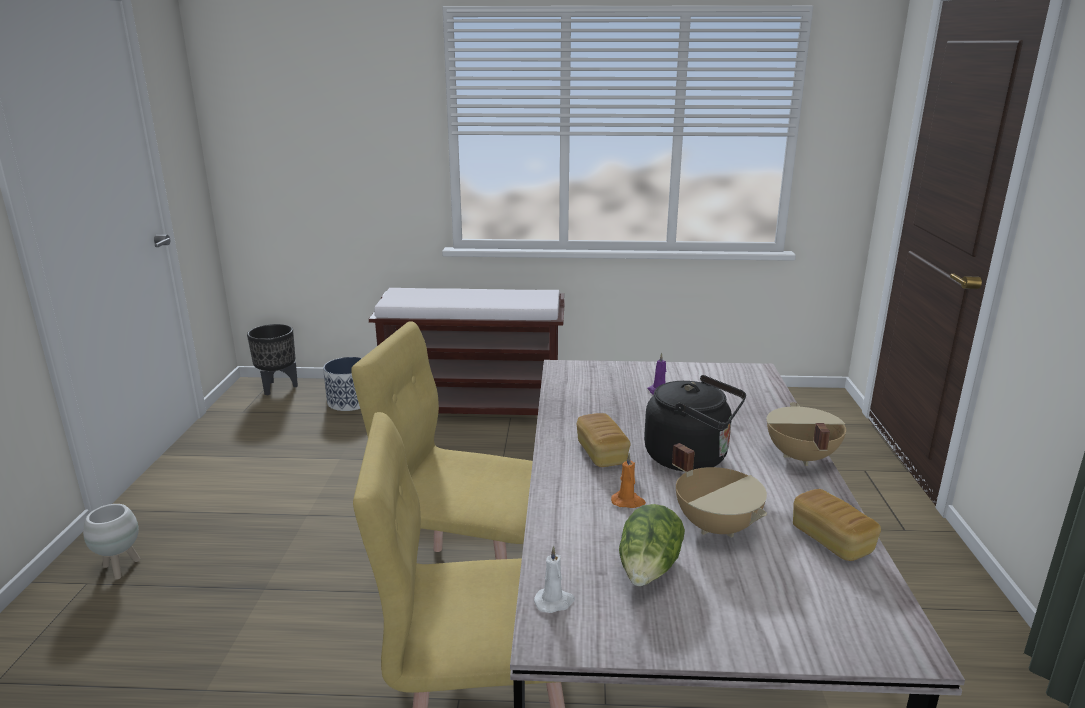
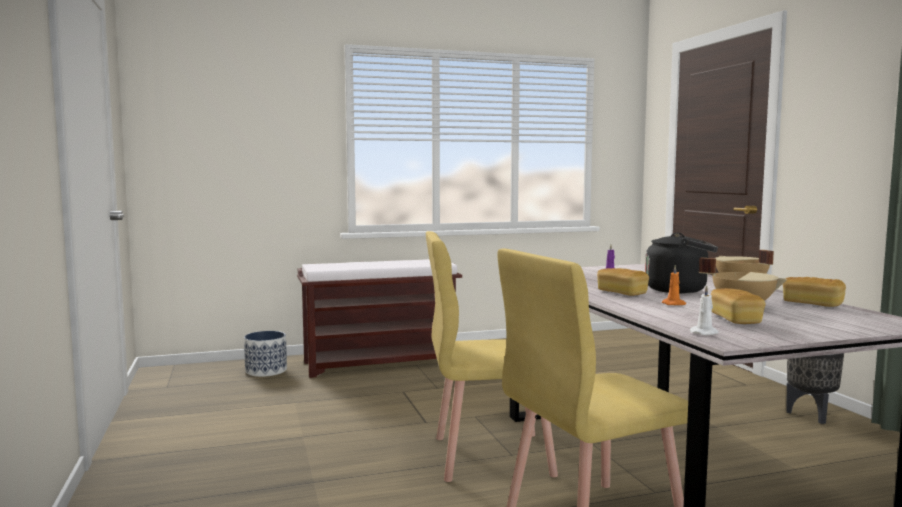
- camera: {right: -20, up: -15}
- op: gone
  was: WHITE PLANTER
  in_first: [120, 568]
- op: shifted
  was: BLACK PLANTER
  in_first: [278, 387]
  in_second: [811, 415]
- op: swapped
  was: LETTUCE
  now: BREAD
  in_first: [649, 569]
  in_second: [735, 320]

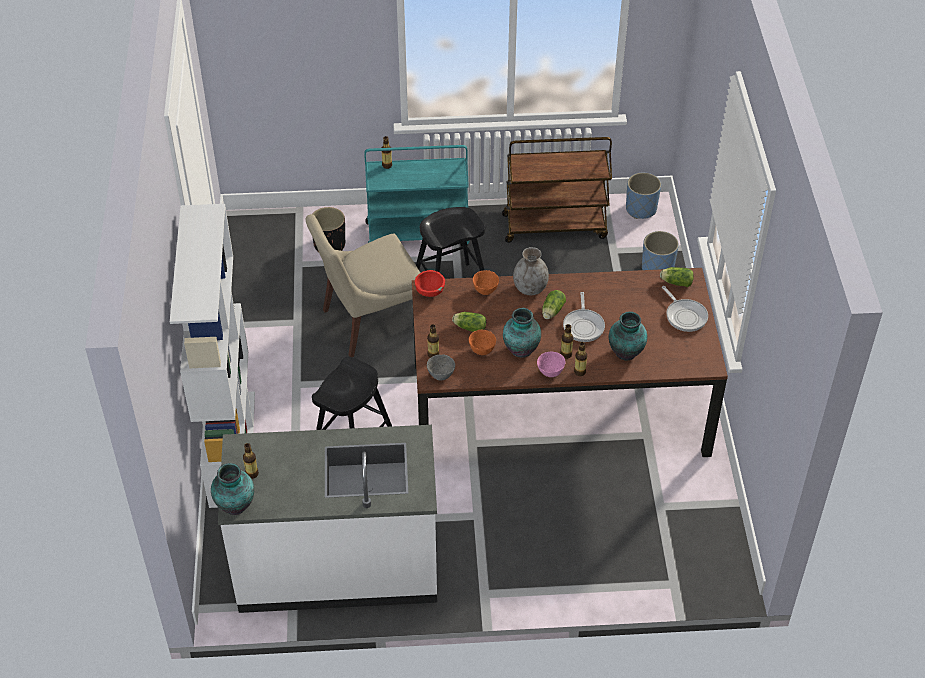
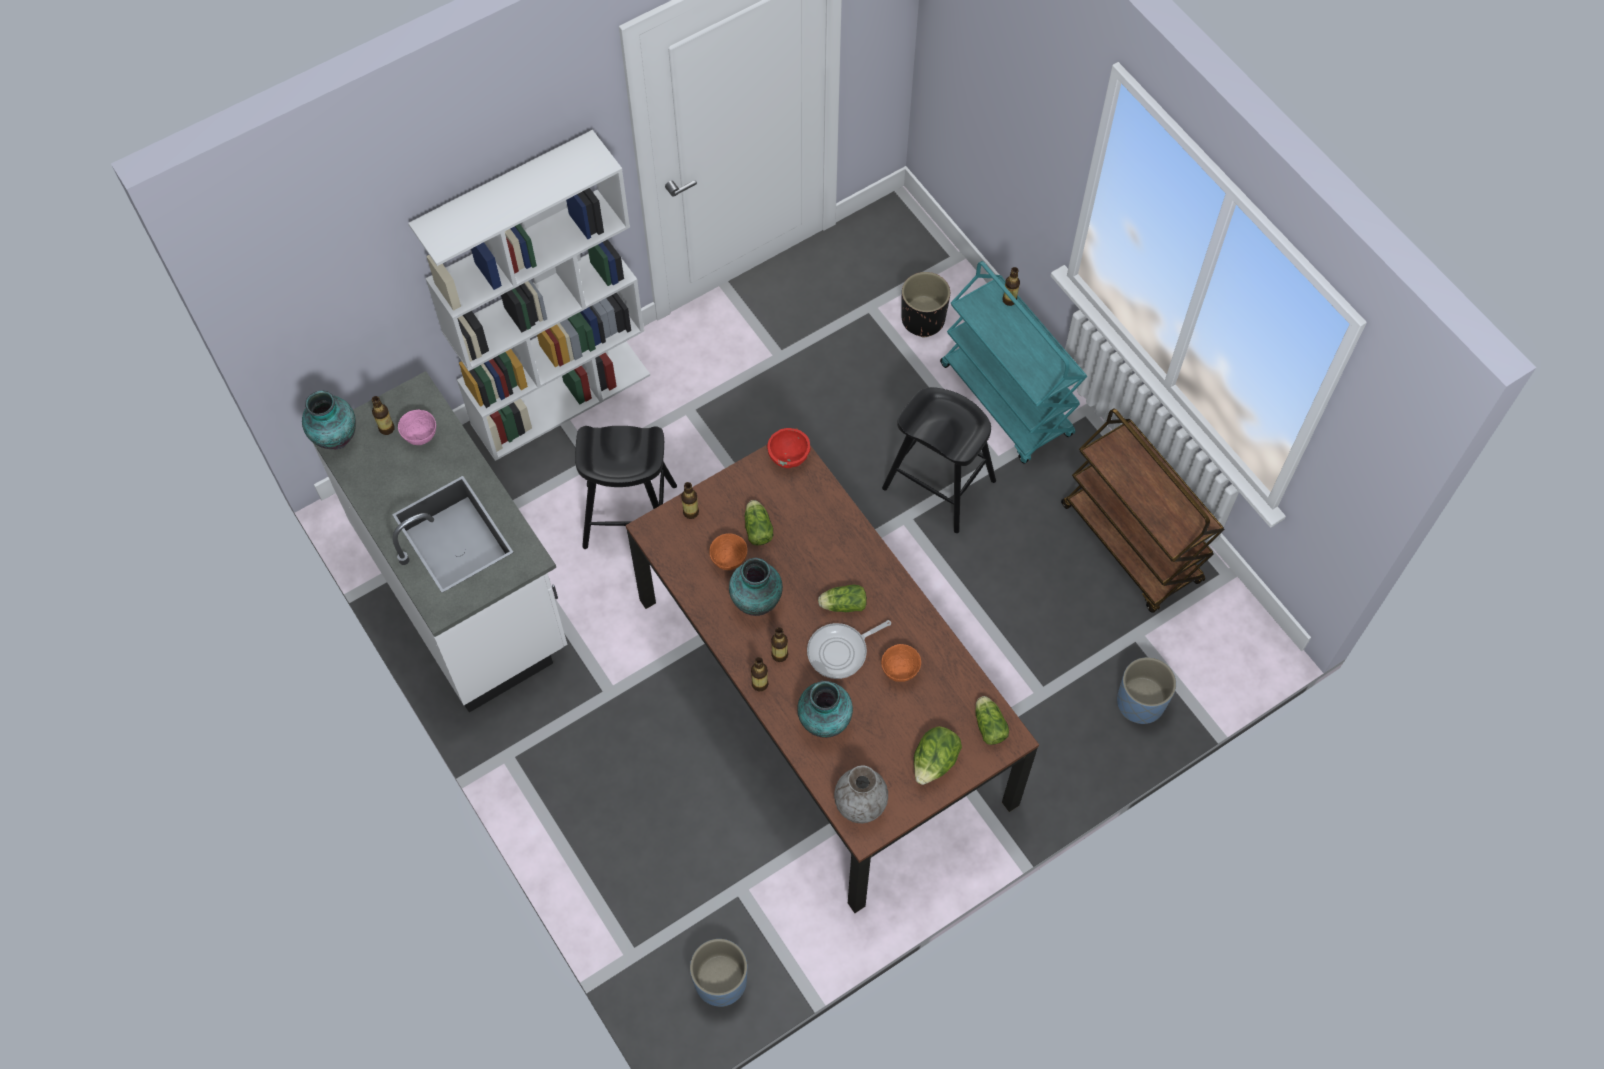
- camera: {right: 60, up: 15}
- op: gone
  was: BEIGE CHAIR
  in_first: [369, 322]
- op: gone
  was: GREY BOWL
  in_first: [441, 376]
- op: shifted
  was: ORANGE BOWL
  in_first: [485, 291]
  in_second: [899, 670]
- op: shifted
  was: GREY VASE
  in_first: [530, 288]
  in_second: [860, 805]
- op: shifted
  was: PINK BOWL
  in_first: [551, 373]
  in_second: [420, 437]
- op: shifted
  was: BLUE PLANTER
  in_first: [641, 209]
  in_second: [721, 981]
- op: swapped
  was: FRYING PAN
  now: LETTUCE
  in_first: [685, 315]
  in_second: [934, 762]

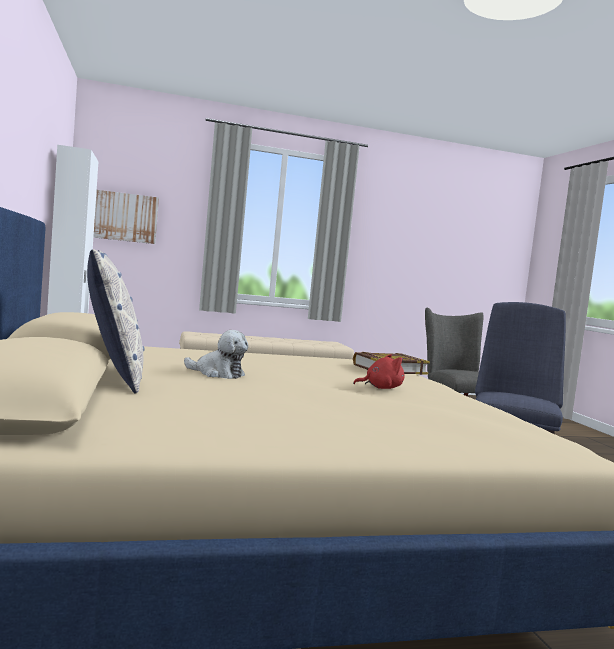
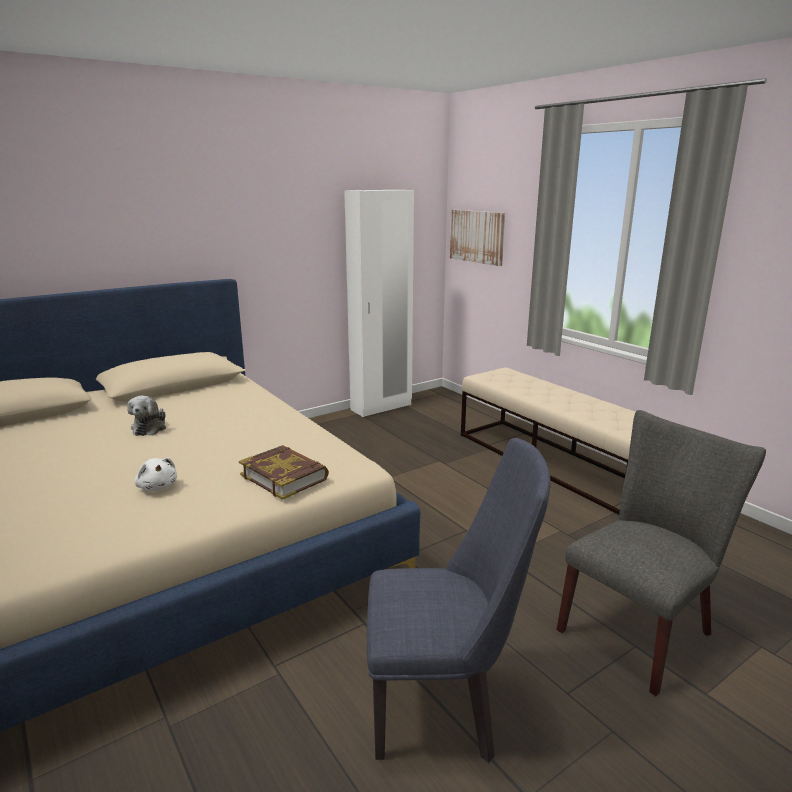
- camera: {right: 70, up: 15}
- op: gone
  was: PILLOW
  in_first: [112, 378]
- op: repainted
  was: RED PLUSH TOY
  now: WHITE PLUSH TOY
  in_first: [381, 388]
  in_second: [157, 487]

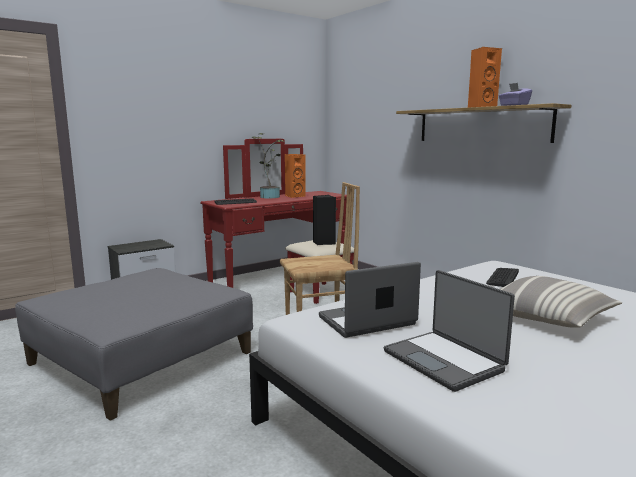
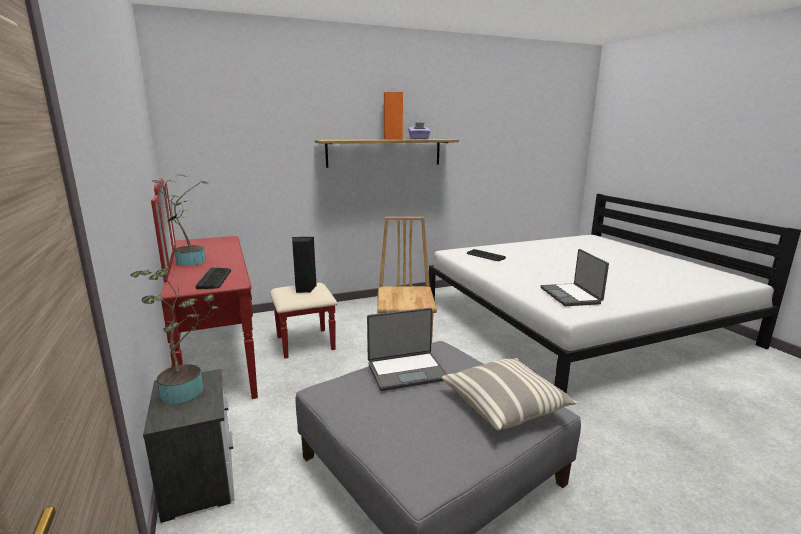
- camera: {right: -75, up: 5}
- op: gone
  was: ORANGE SPEAKER
  in_first: [294, 196]
- op: shifted
  was: LAPTOP
  in_first: [444, 360]
  in_second: [407, 371]
- op: shifted
  was: PILLOW
  in_first: [549, 318]
  in_second: [505, 405]
- op: new
  now: POTTED PLANT
  in_second: [187, 390]

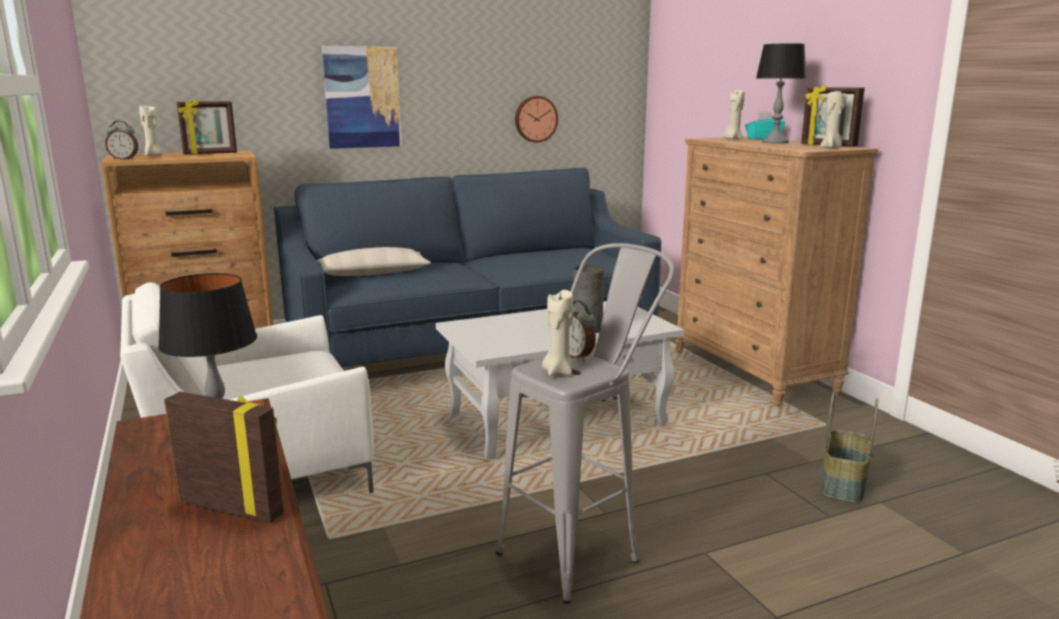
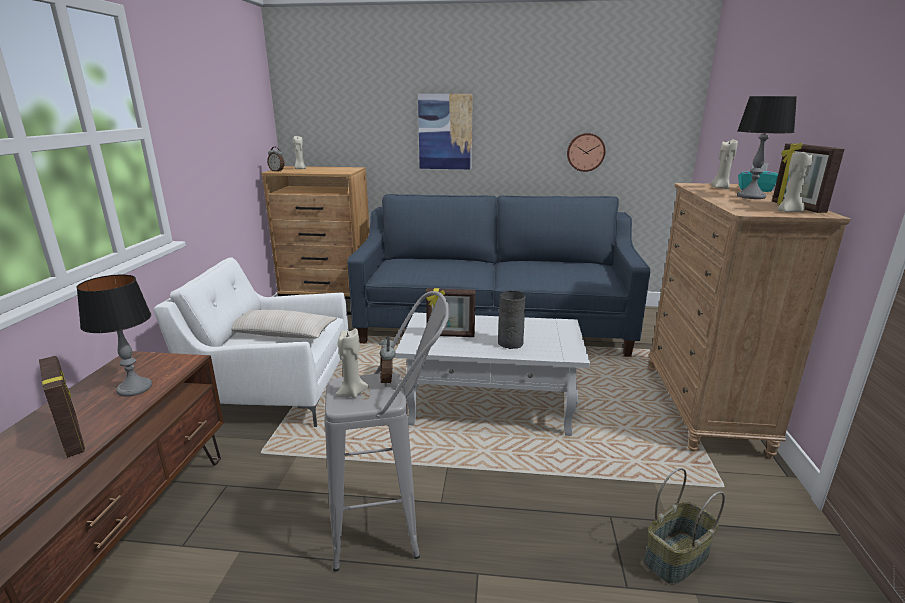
- camera: {right: 30, up: 5}
- op: shifted
  was: PICTURE FRAME
  in_first: [210, 154]
  in_second: [450, 335]
- op: shifted
  was: BEIGE PILLOW
  in_first: [373, 274]
  in_second: [282, 334]

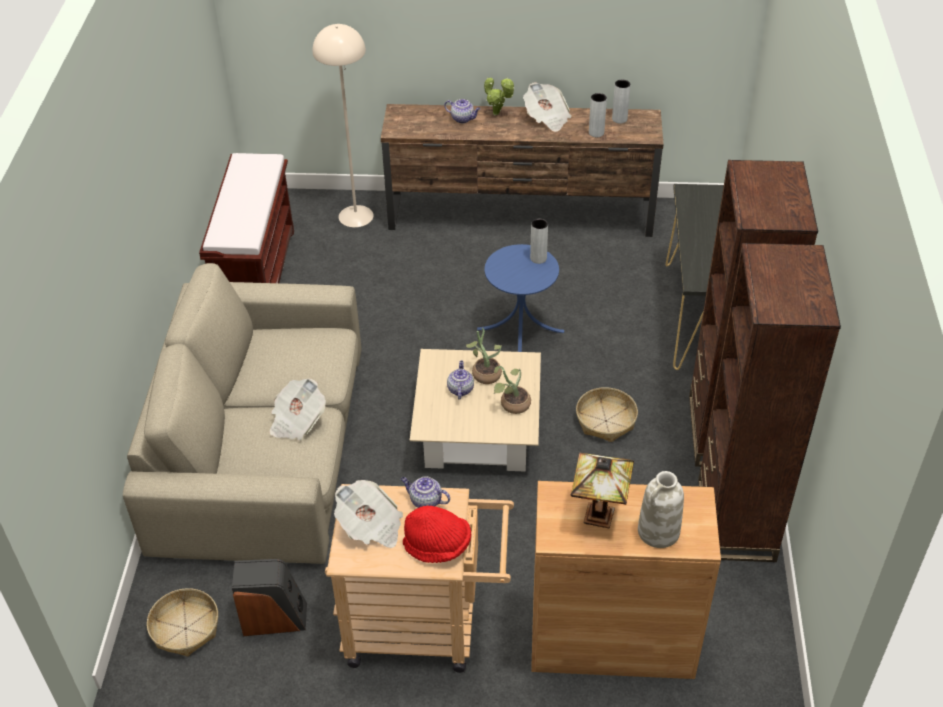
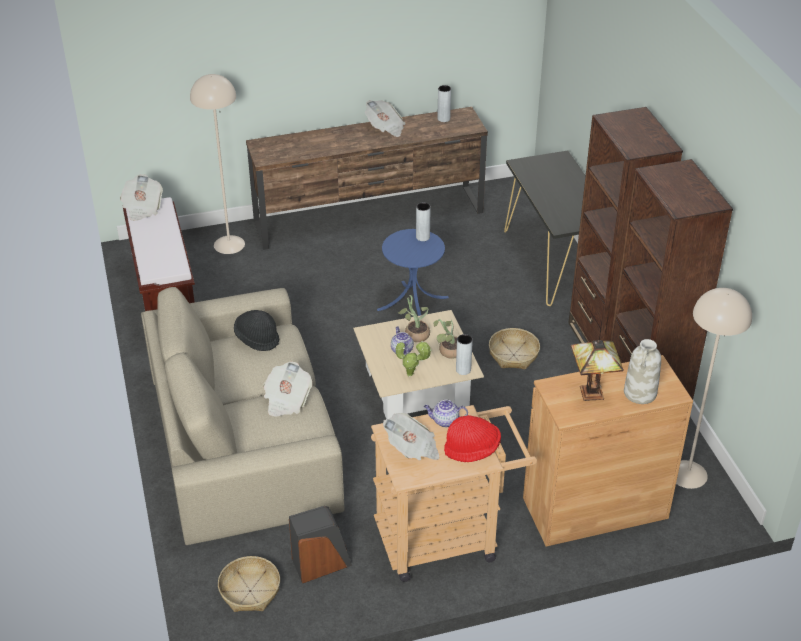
- camera: {right: -20, up: -5}
- op: gone
  was: TEAPOT
  in_first: [463, 119]
- op: shifted
  was: POTTED PLANT
  in_first: [498, 114]
  in_second: [412, 374]
- op: shifted
  was: GREY VASE
  in_first: [596, 133]
  in_second: [463, 370]
- op: new
  now: NEWSPAPER
  in_second: [142, 208]
- op: new
  now: BLACK HAT
  in_second: [257, 338]
- op: new
  now: BEIGE FLOOR LAMP
  in_second: [687, 474]

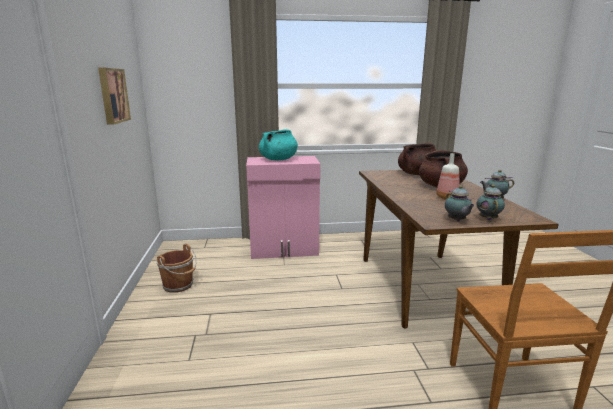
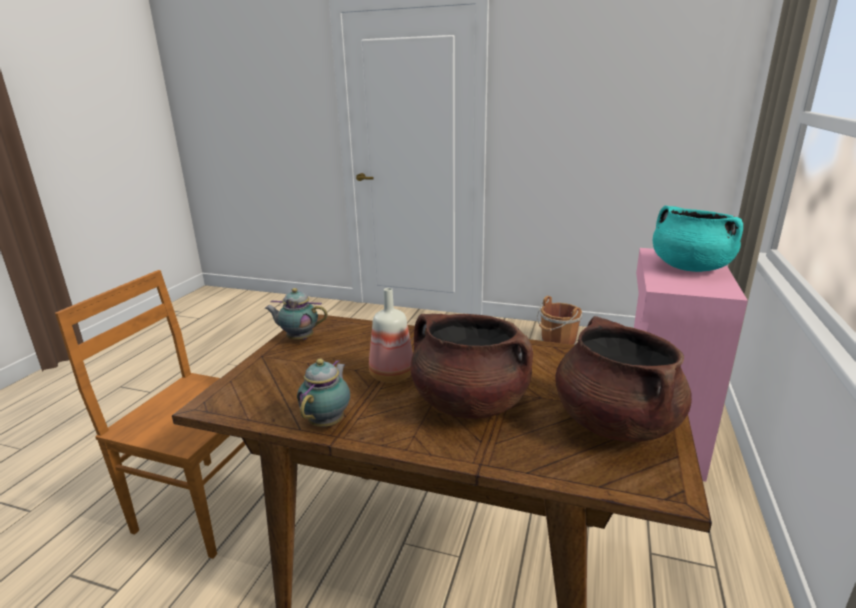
- camera: {right: 115, up: 5}
- op: gone
  was: PICTURE
  in_first: [112, 95]
- op: gone
  was: TEAPOT
  in_first: [488, 218]

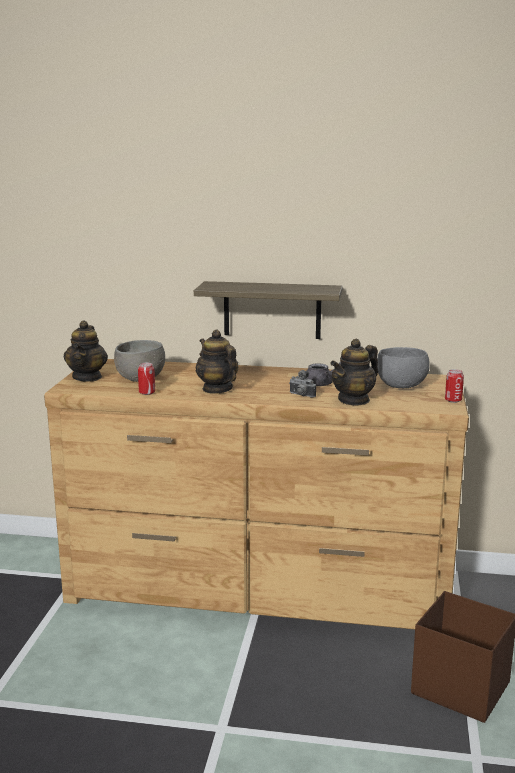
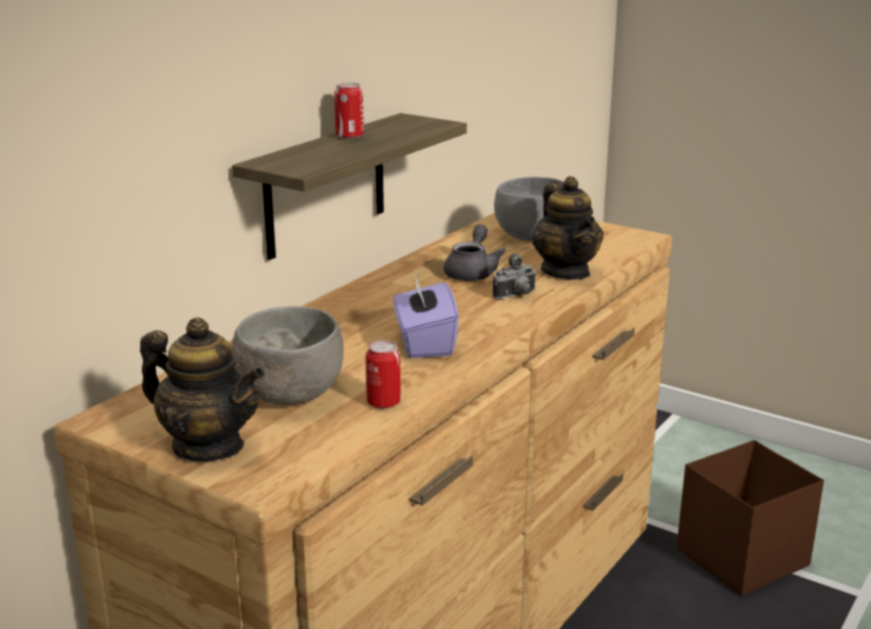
- camera: {right: -65, up: 5}
- op: swapped
  was: TEAPOT
  now: PURPLE TISSUE BOX
  in_first: [217, 389]
  in_second: [424, 343]
- op: shifted
  was: CAN
  in_first: [453, 400]
  in_second: [349, 136]

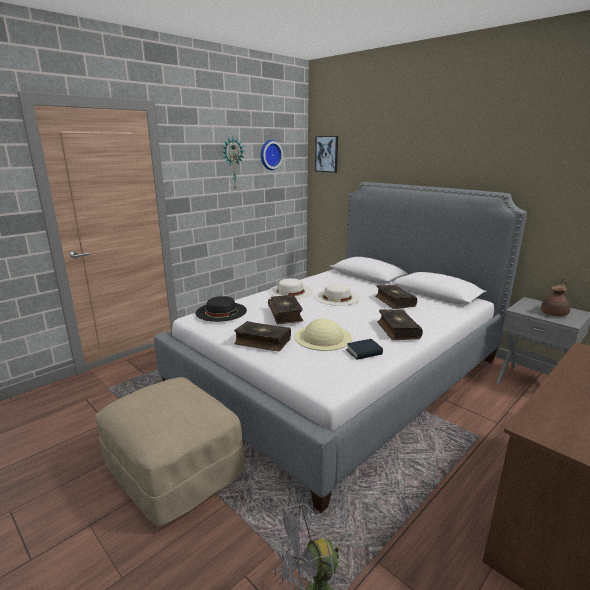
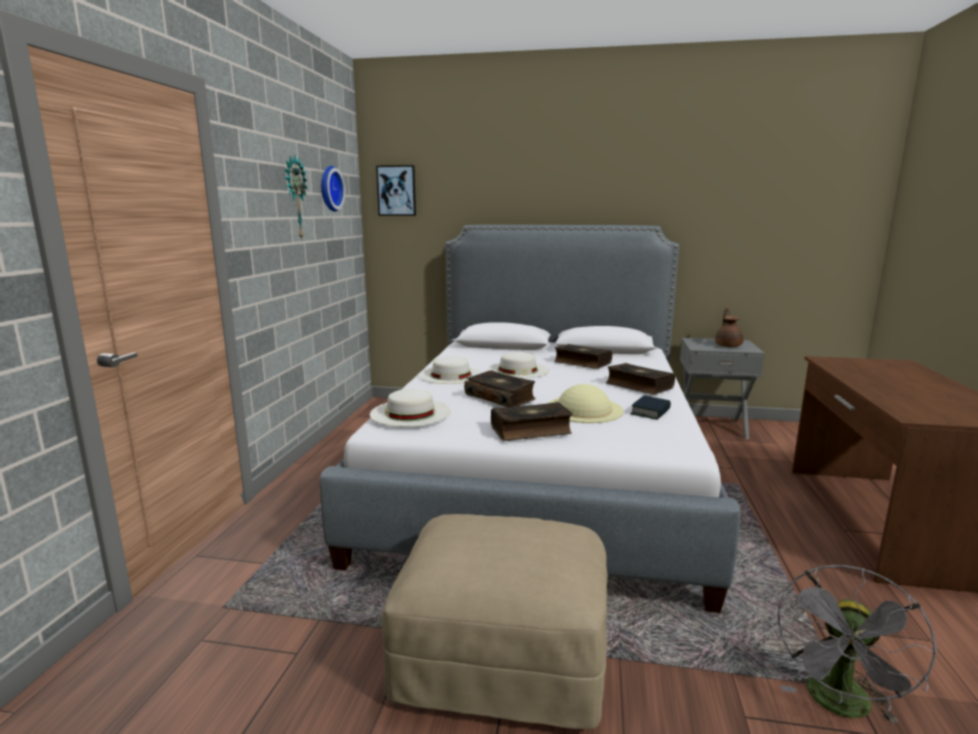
- camera: {right: -35, up: -5}
- op: repainted
  was: BLACK HAT
  now: WHITE HAT
  in_first: [221, 311]
  in_second: [410, 412]

